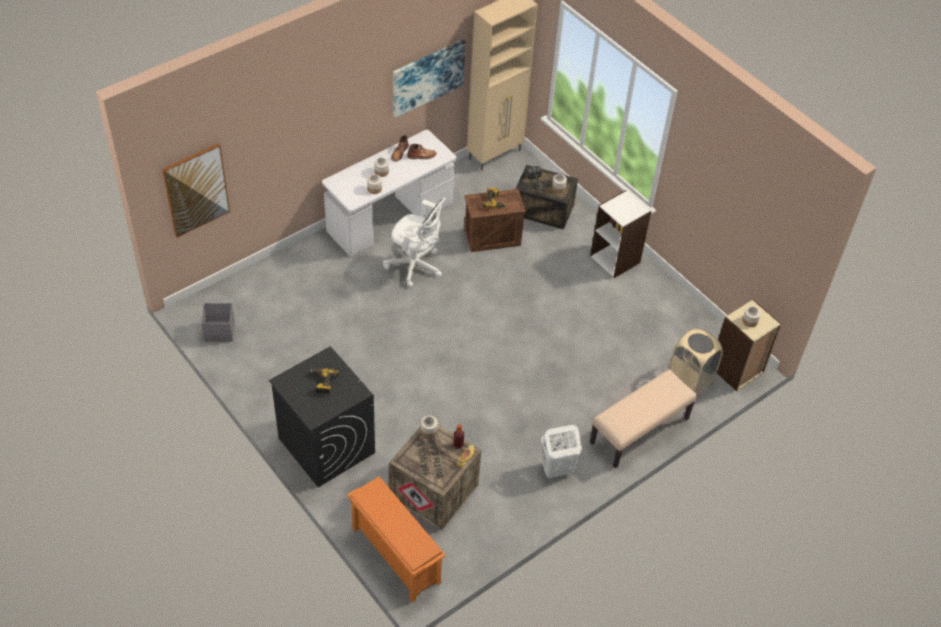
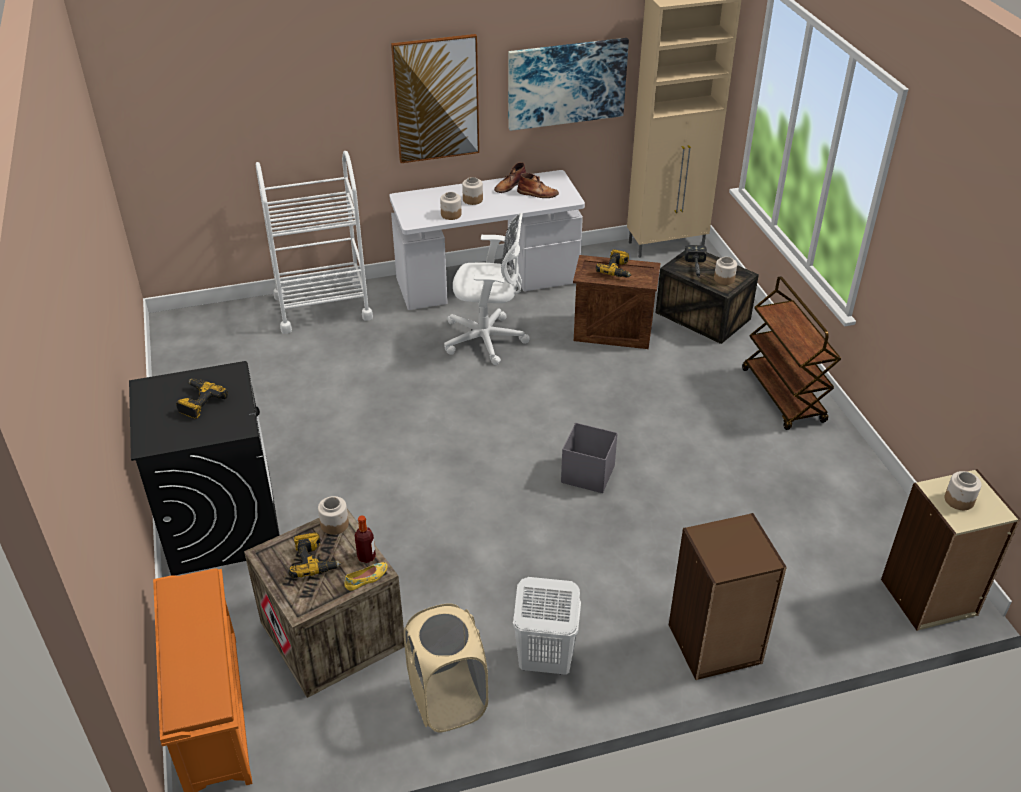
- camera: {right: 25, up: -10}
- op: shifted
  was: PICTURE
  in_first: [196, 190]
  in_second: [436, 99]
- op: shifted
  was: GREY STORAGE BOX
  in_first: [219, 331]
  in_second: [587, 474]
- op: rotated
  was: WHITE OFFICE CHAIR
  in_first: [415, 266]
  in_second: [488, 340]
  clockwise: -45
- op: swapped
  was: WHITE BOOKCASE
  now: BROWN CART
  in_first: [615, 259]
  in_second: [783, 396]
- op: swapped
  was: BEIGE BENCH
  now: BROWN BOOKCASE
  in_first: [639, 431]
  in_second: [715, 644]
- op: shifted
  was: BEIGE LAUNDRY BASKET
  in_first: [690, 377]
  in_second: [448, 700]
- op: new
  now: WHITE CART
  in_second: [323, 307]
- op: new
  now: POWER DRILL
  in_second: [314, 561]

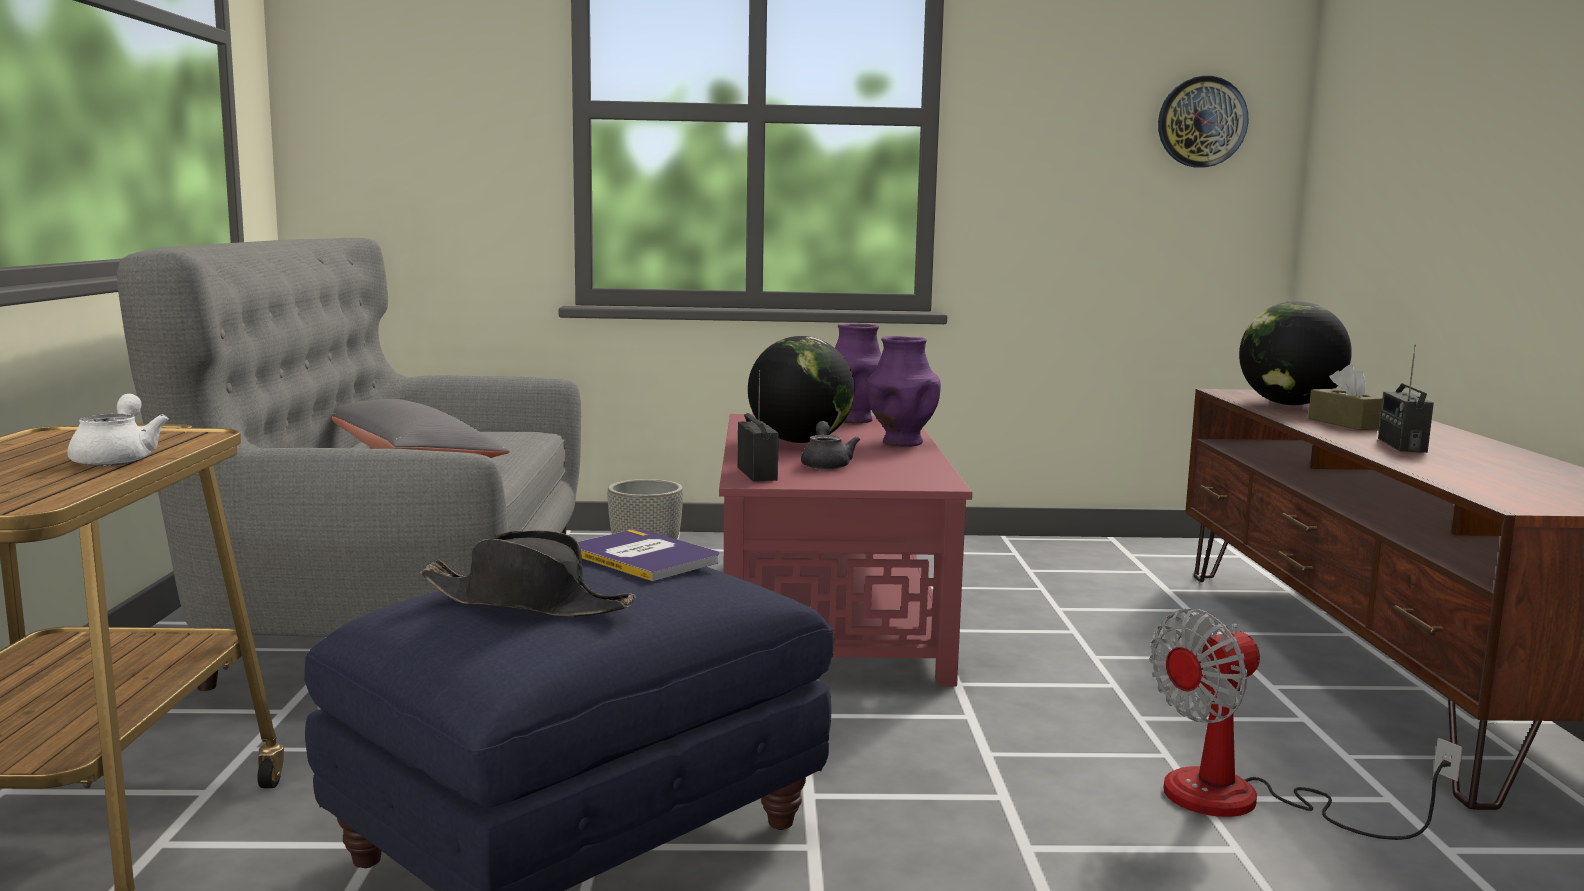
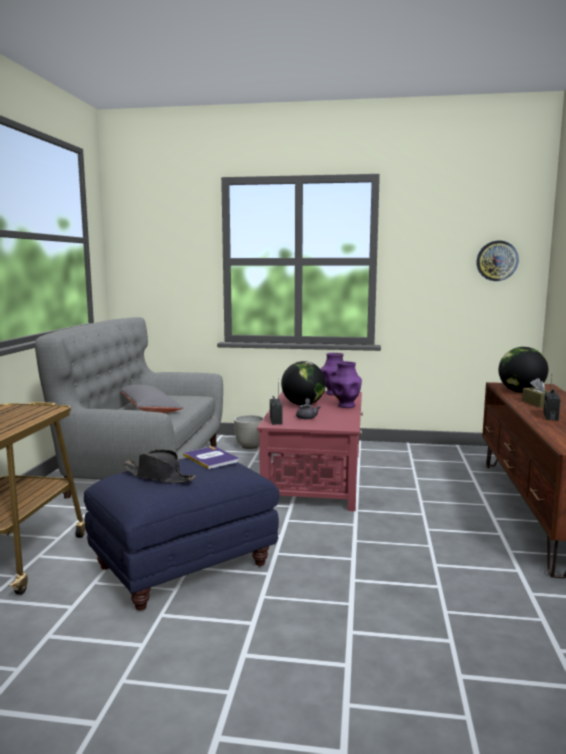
- camera: {right: 10, up: 0}
- op: gone
  was: WHITE TEAPOT
  in_first: [118, 458]
- op: gone
  was: FAN
  in_first: [1246, 801]

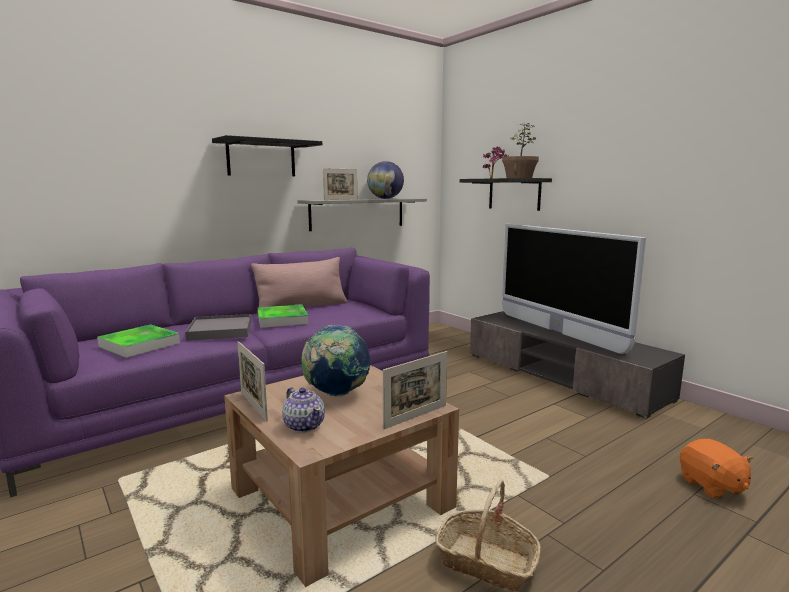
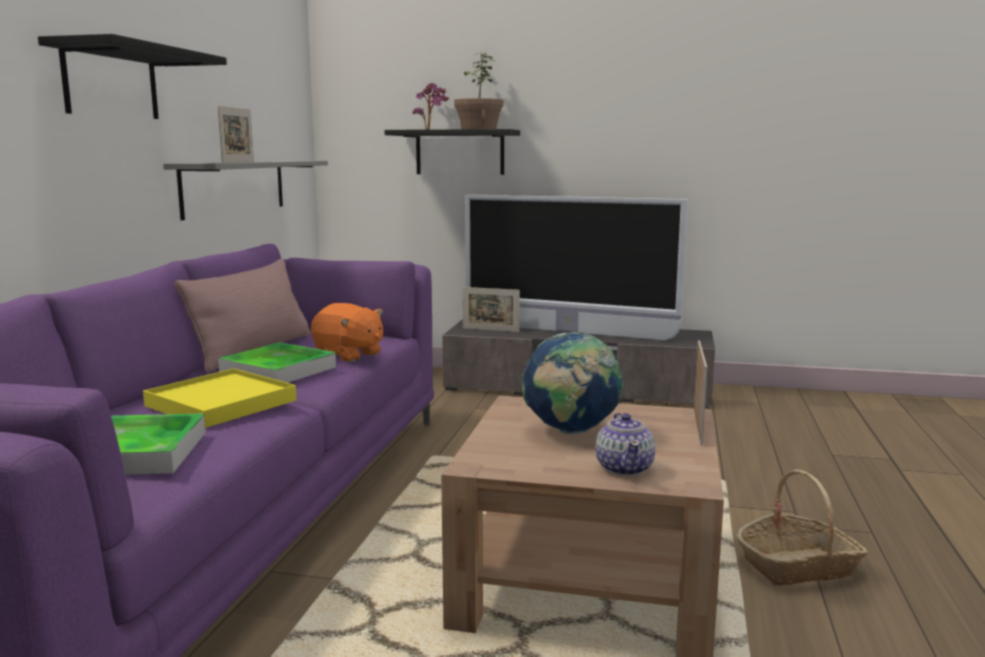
- camera: {right: -40, up: 0}
- op: repainted
  was: GREY TRAY
  now: YELLOW TRAY
  in_first: [220, 330]
  in_second: [220, 403]
- op: shifted
  was: PICTURE FRAME
  in_first: [253, 406]
  in_second: [490, 330]
- op: rotated
  was: TEAPOT
  in_first: [304, 425]
  in_second: [625, 468]
  clockwise: 75
- op: gone
  was: GLOBE
  in_first: [385, 198]
- op: shifted
  was: ORANGE PLUSH TOY
  in_first: [711, 486]
  in_second: [348, 355]

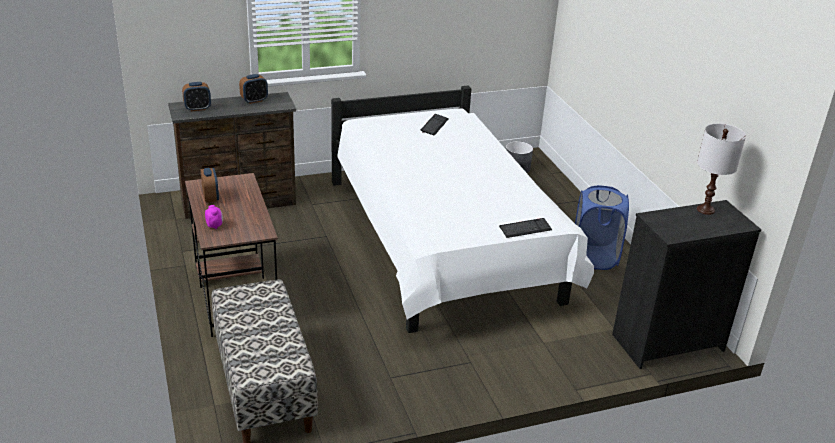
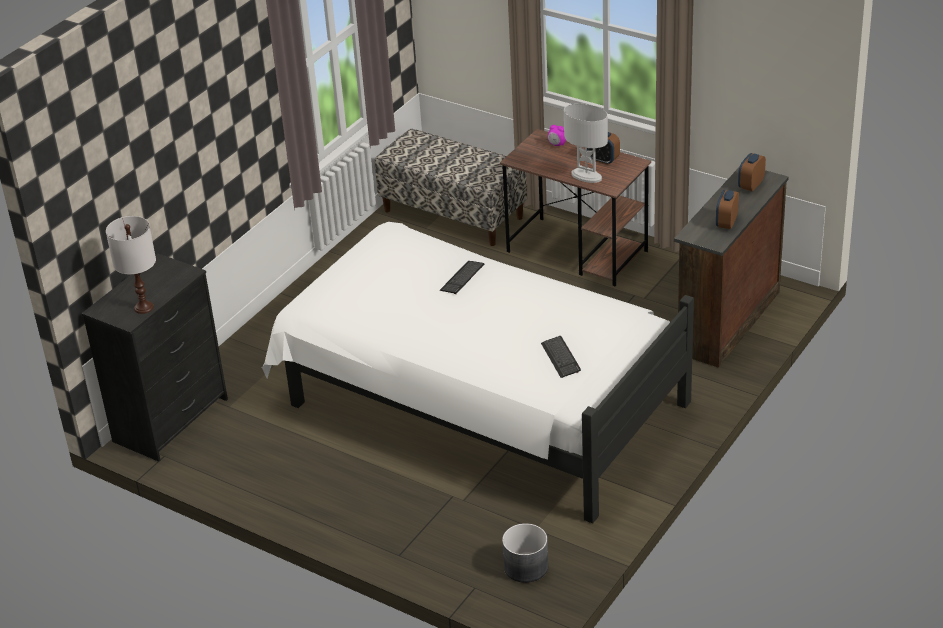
- camera: {right: 145, up: 5}
- op: shifted
  was: KEYBOARD
  in_first: [525, 229]
  in_second: [462, 278]
- op: gone
  was: BLUE LAUNDRY BASKET
  in_first: [594, 258]
- op: new
  now: WHITE TABLE LAMP
  in_second: [586, 176]

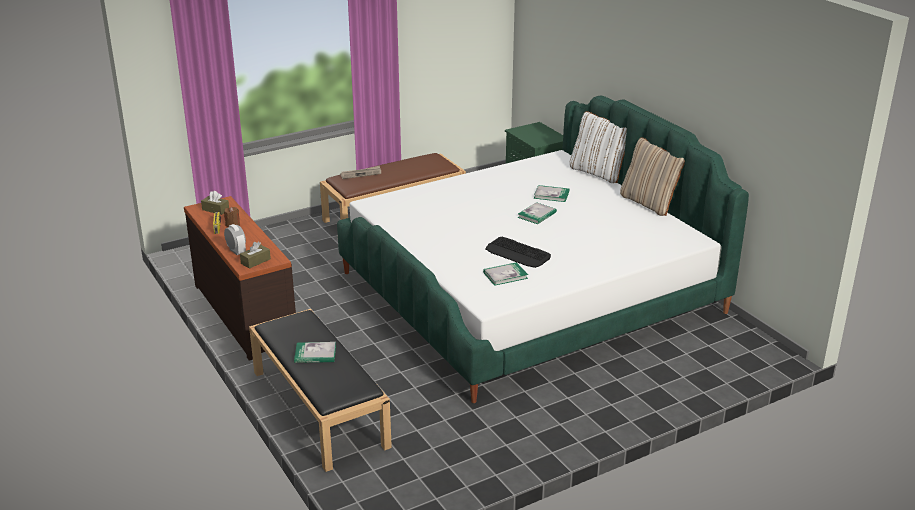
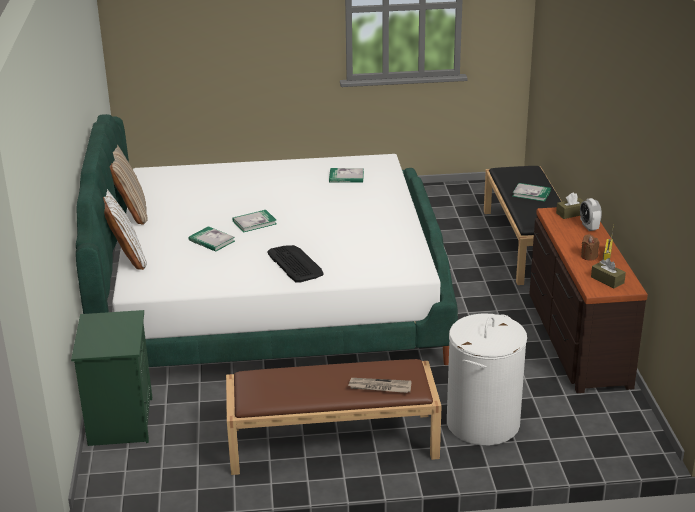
- camera: {right: -155, up: 0}
- op: shifted
  was: KEYBOARD
  in_first: [518, 253]
  in_second: [295, 264]
- op: new
  now: WHITE LAUNDRY BASKET
  in_second: [483, 423]

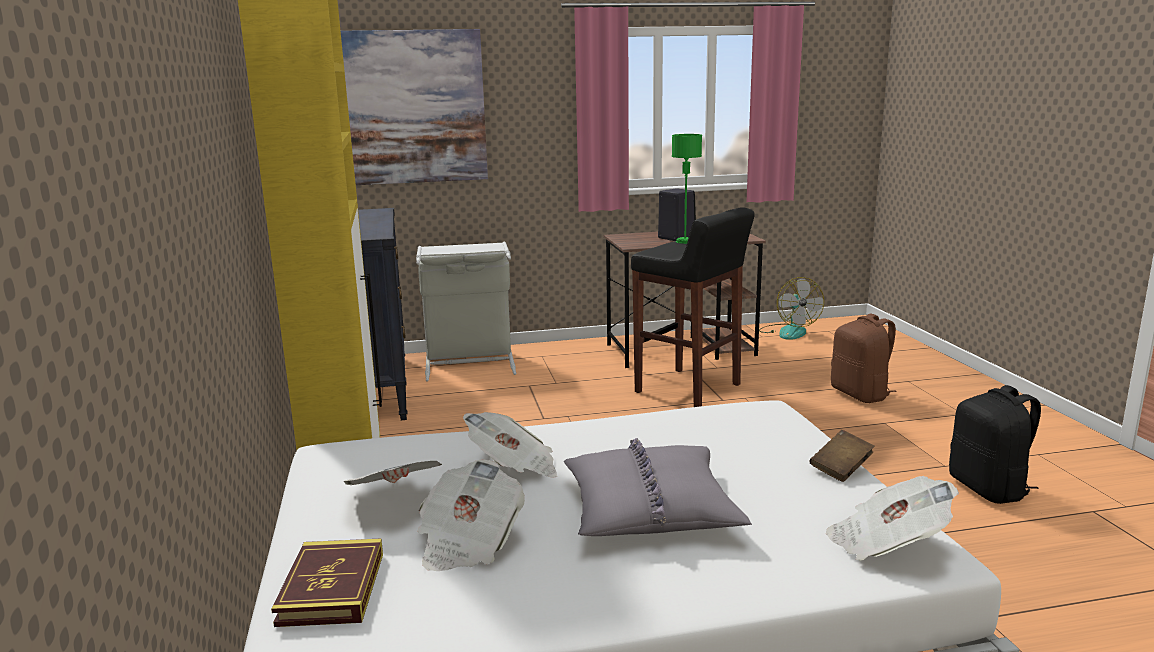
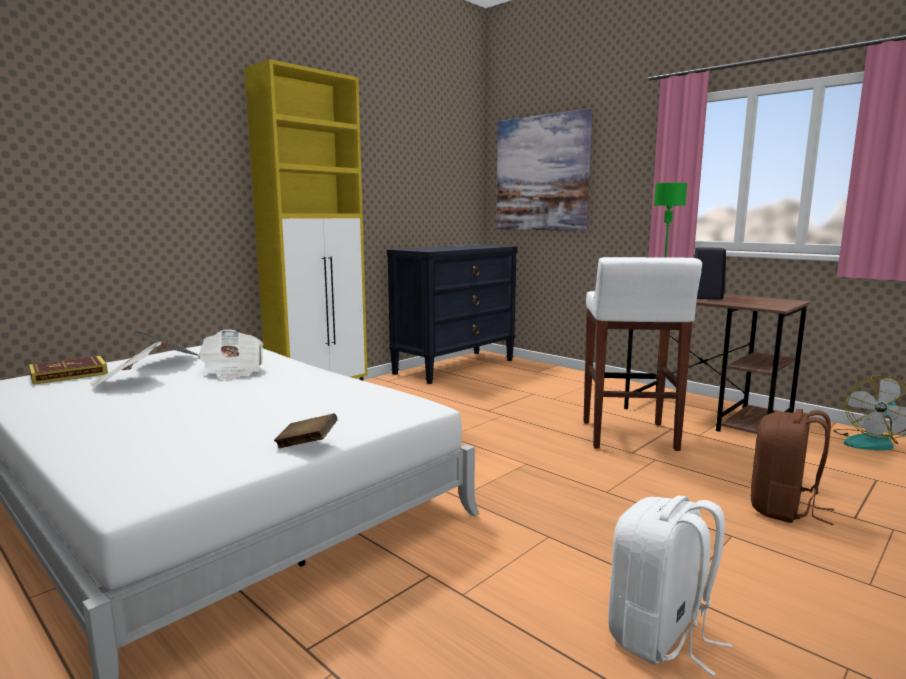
- camera: {right: 55, up: -5}
- op: gone
  was: GREY LAUNDRY BASKET
  in_first: [470, 363]
- op: gone
  was: GREY PILLOW
  in_first: [649, 507]
- op: repainted
  was: BLACK STOOL
  now: WHITE STOOL
  in_first: [689, 389]
  in_second: [628, 436]
- op: gone
  was: NEWSPAPER
  in_first: [886, 544]
- op: repainted
  was: BLACK BACKPACK
  now: WHITE BACKPACK
  in_first: [989, 489]
  in_second: [660, 636]

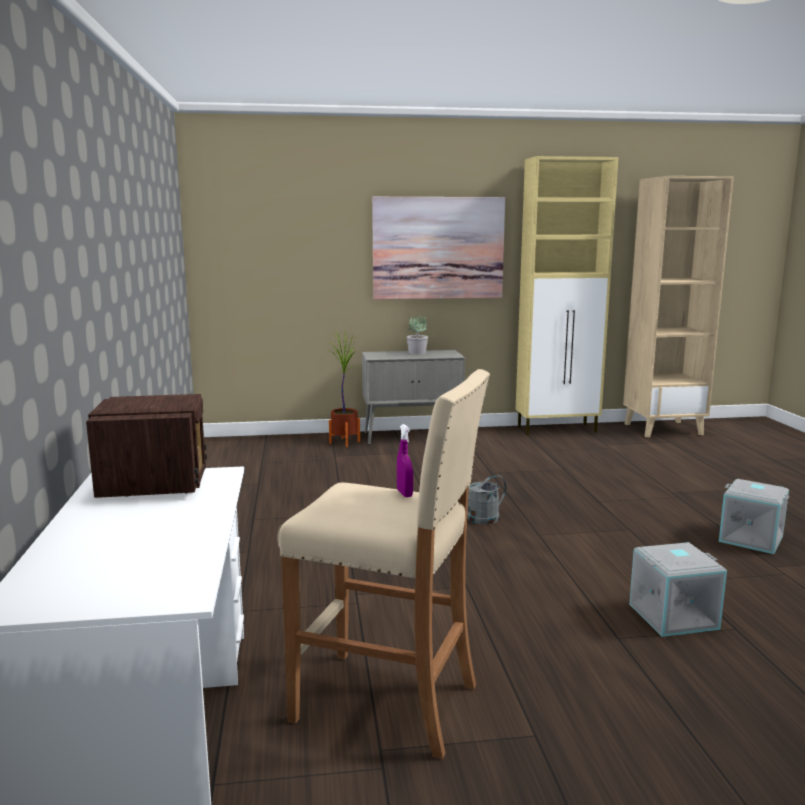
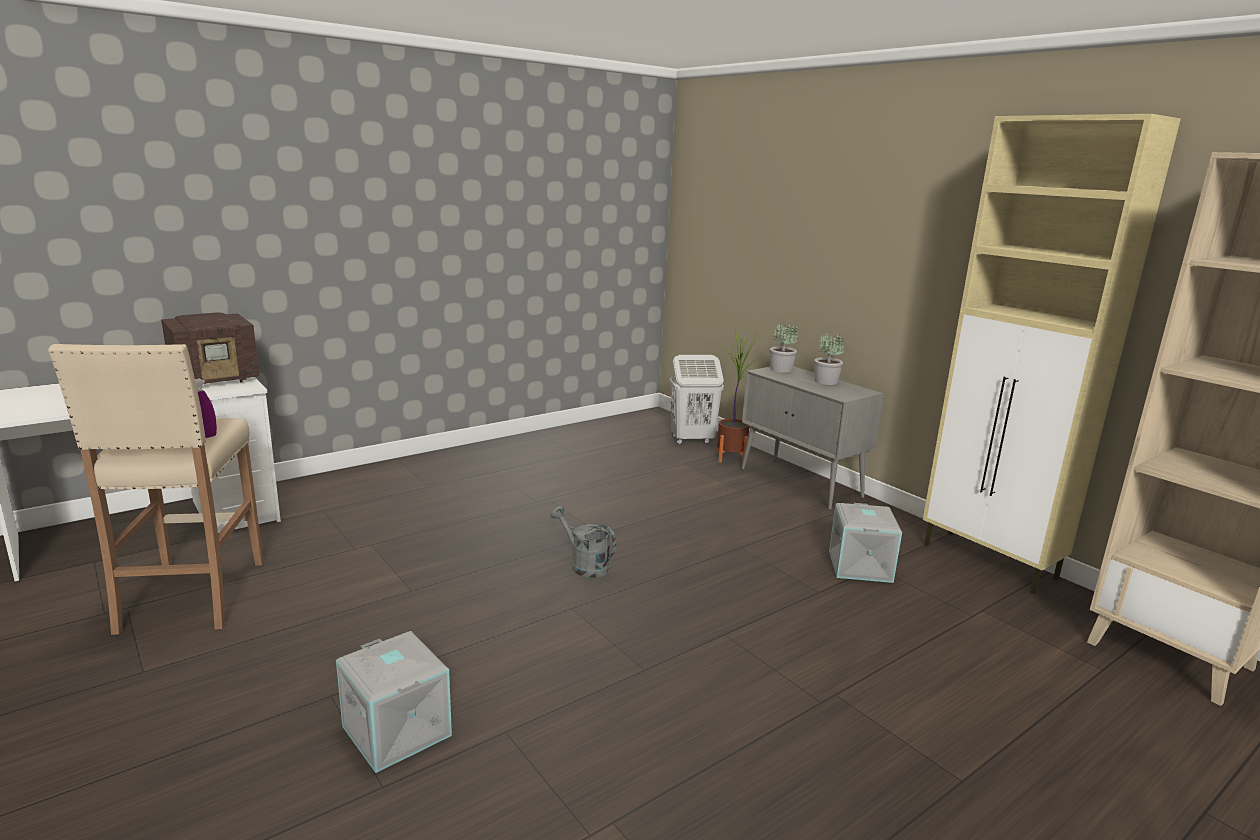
- camera: {right: 60, up: 5}
- op: gone
  was: PICTURE
  in_first: [438, 248]
- op: shifted
  was: GREY STORAGE BOX
  in_first: [751, 538]
  in_second: [861, 566]
- op: new
  now: WHITE LAUNDRY BASKET
  in_second: [691, 440]
- op: new
  now: POTTED PLANT
  in_second: [781, 369]

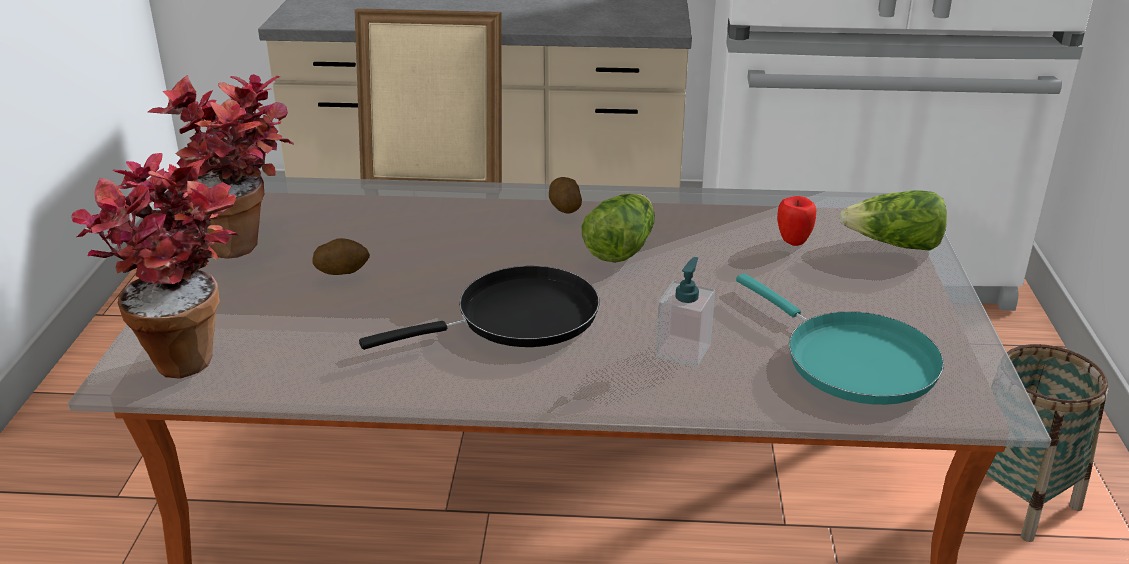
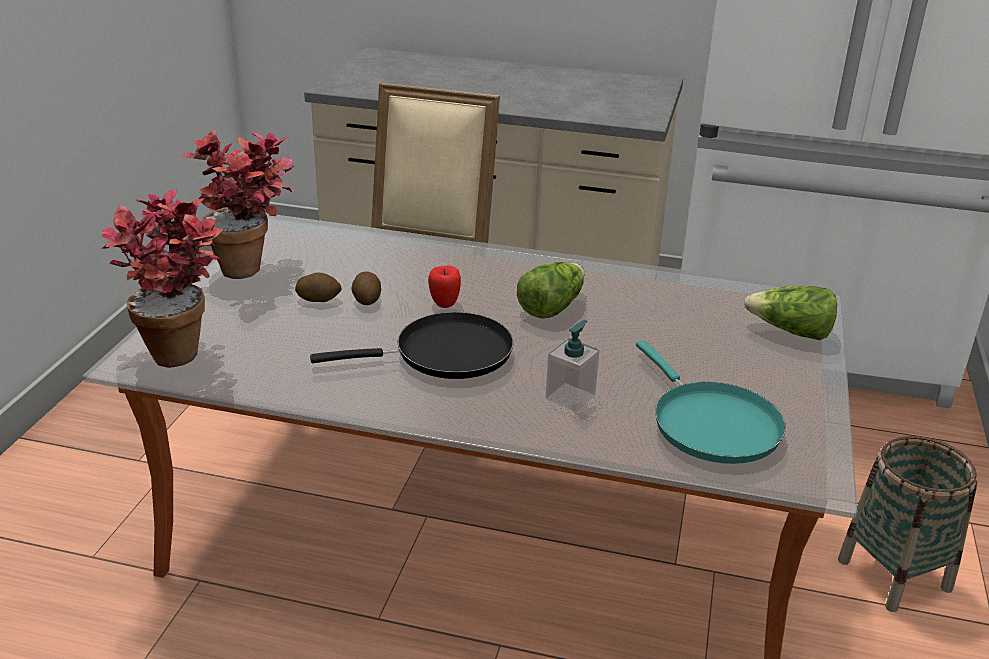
- camera: {right: 10, up: 0}
- op: shifted
  was: POTATO
  in_first: [564, 207]
  in_second: [366, 299]
- op: shifted
  was: APPLE
  in_first: [793, 241]
  in_second: [444, 304]

